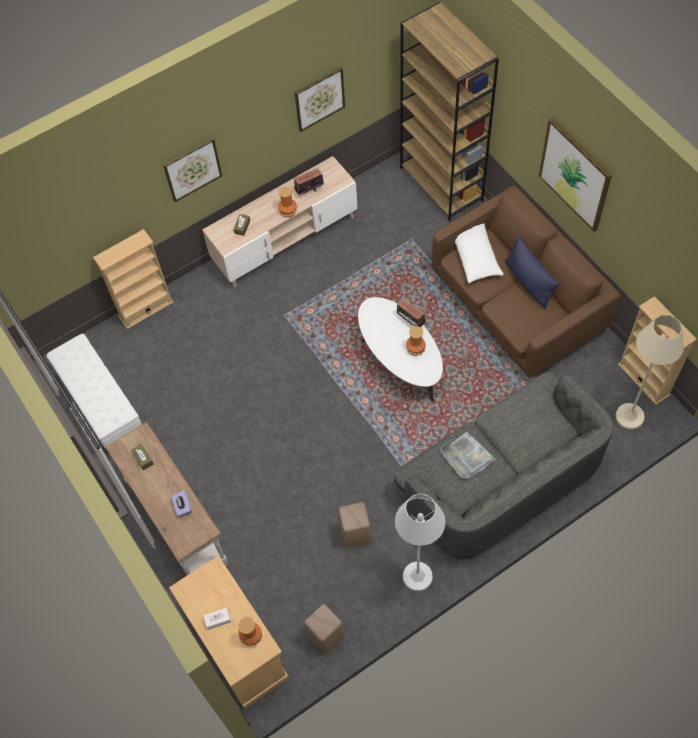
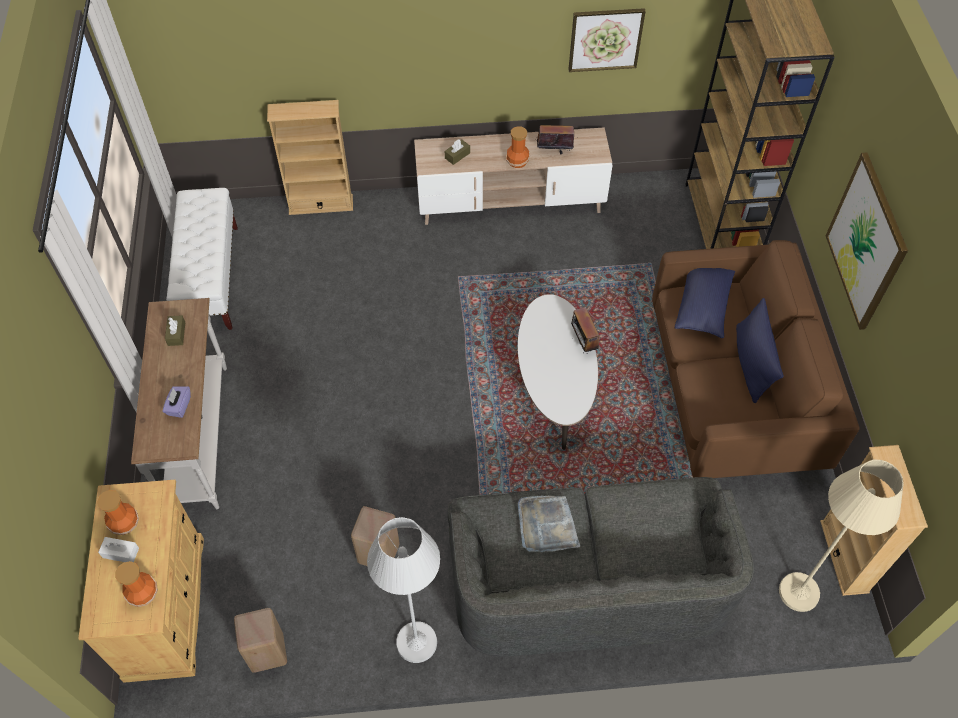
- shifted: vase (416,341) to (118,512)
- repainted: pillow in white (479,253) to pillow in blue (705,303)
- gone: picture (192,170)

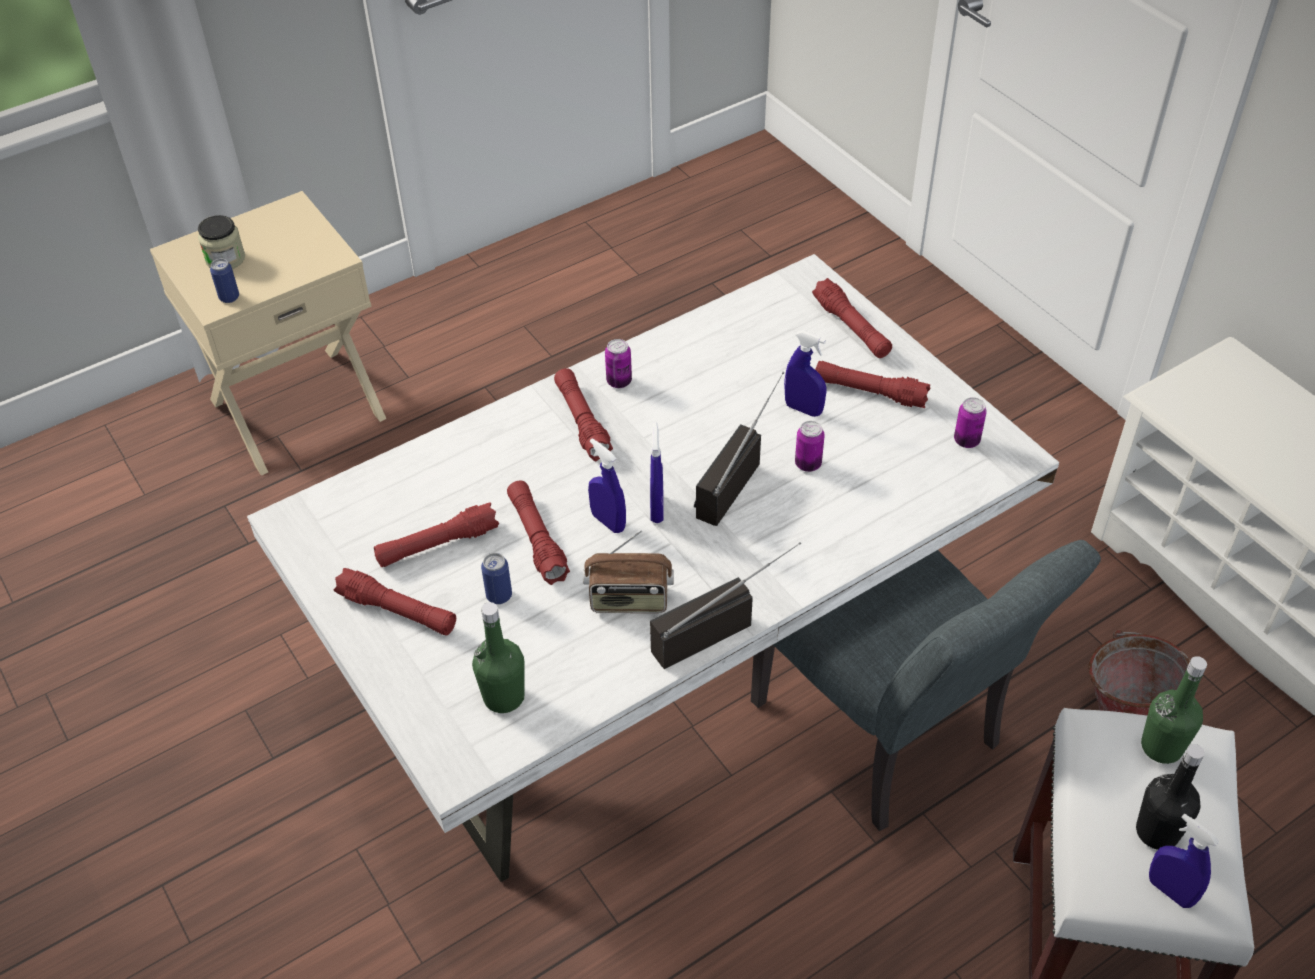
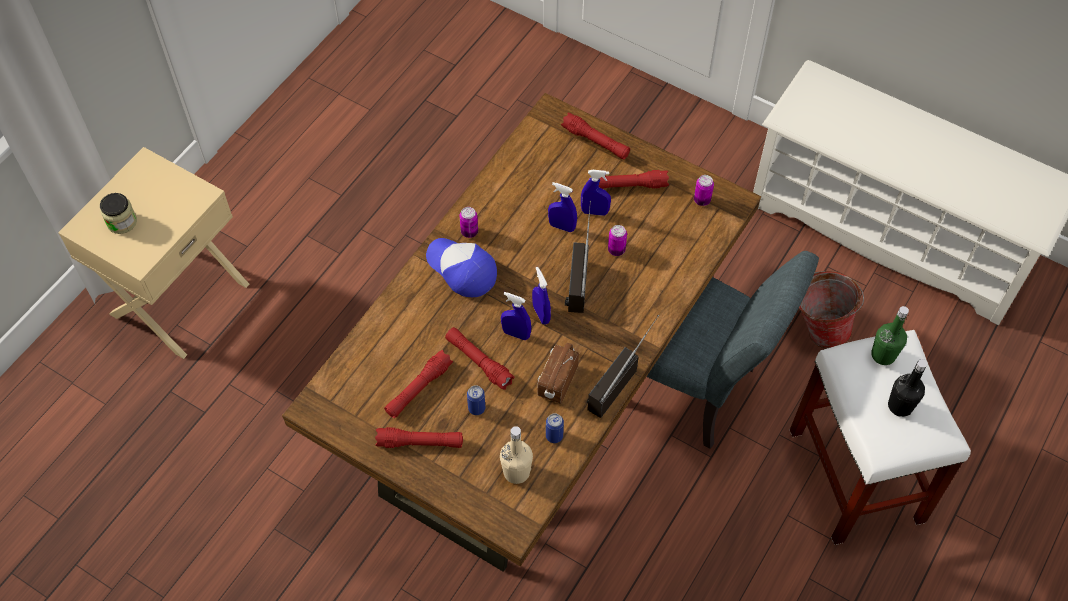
- repainted: dining table in white (653,568) to dining table in brown (521,332)
- swapped: flashlight in red (583,414) to cap (461,267)
- repainted: bottle in green (498,657) to bottle in beige (516,455)
- rotated: radio (628,571) = (558,373) 135 degrees clockwise
- shifted: can (224,281) to (555,428)
- shifted: spray bottle in blue (1184,860) to (562,207)

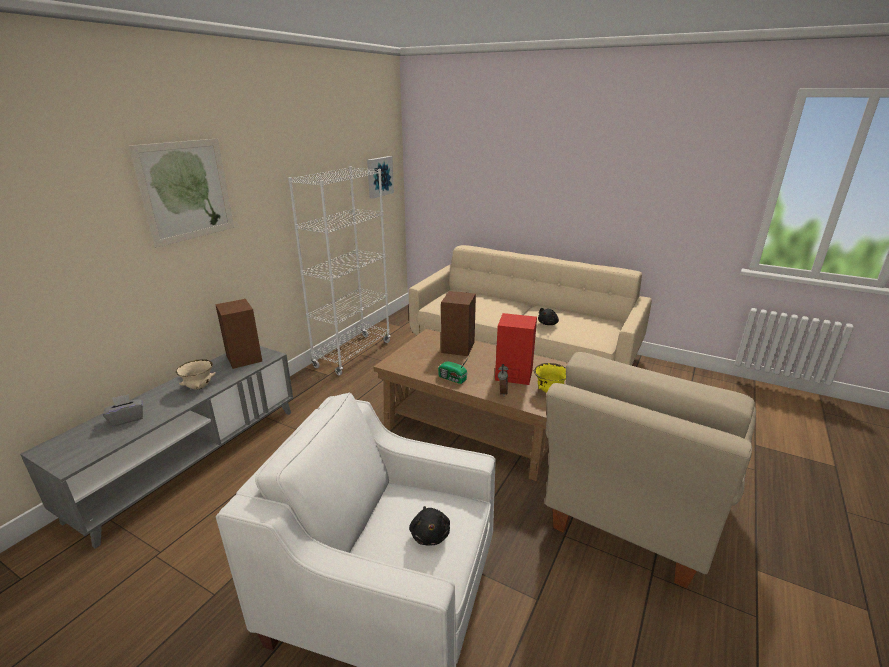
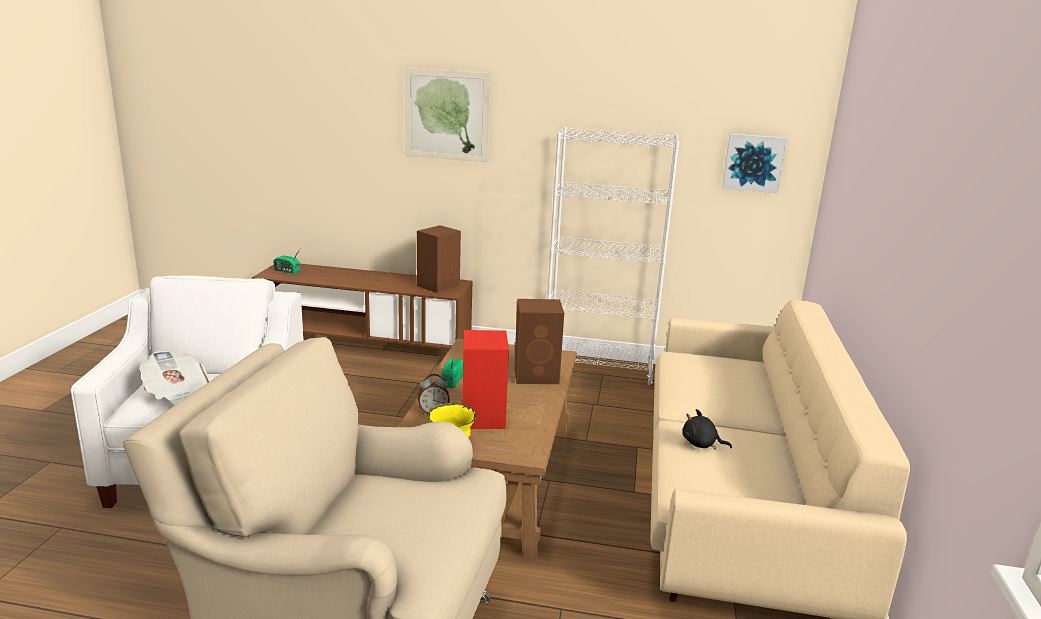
- swapped: plush toy in black (429,526) to newspaper (174,377)
- repainted: tv stand in grey (156,447) to tv stand in brown (362,308)
- new: radio (286,261)
- gone: tissue box in grey (123,410)
- gone: bowl in beige (196,374)

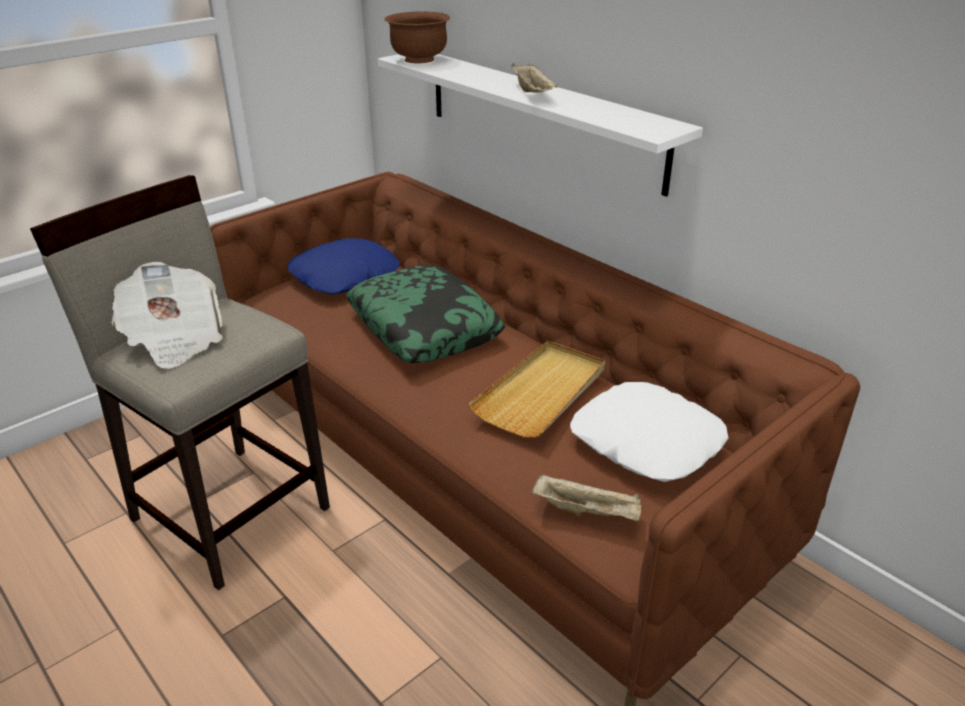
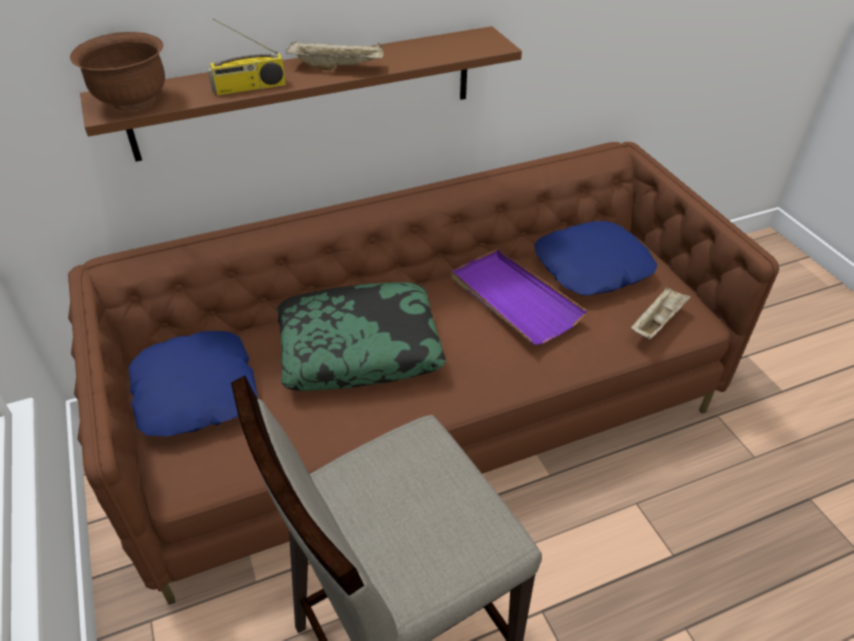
- repainted: shelf in white (540,125) to shelf in brown (301,94)
- new: radio (246,57)
- repainted: tray in beige (536,389) to tray in purple (519,297)
- repainted: pillow in white (649,432) to pillow in blue (595,258)
- gone: newspaper (167,315)

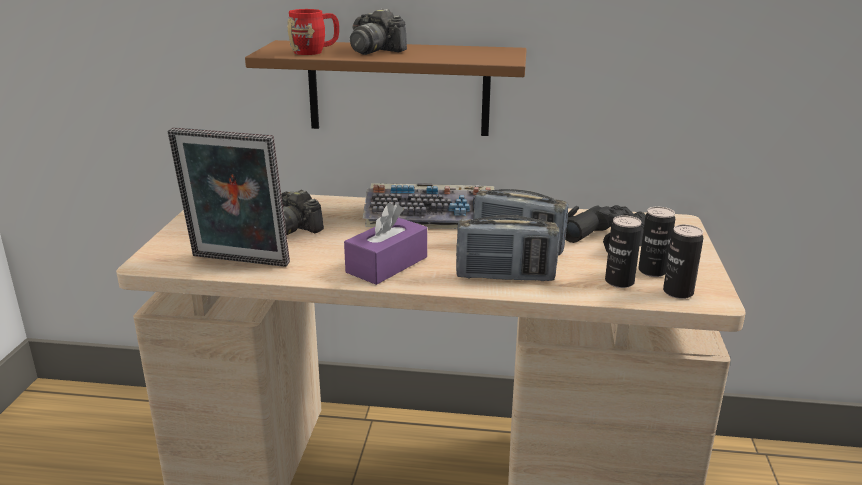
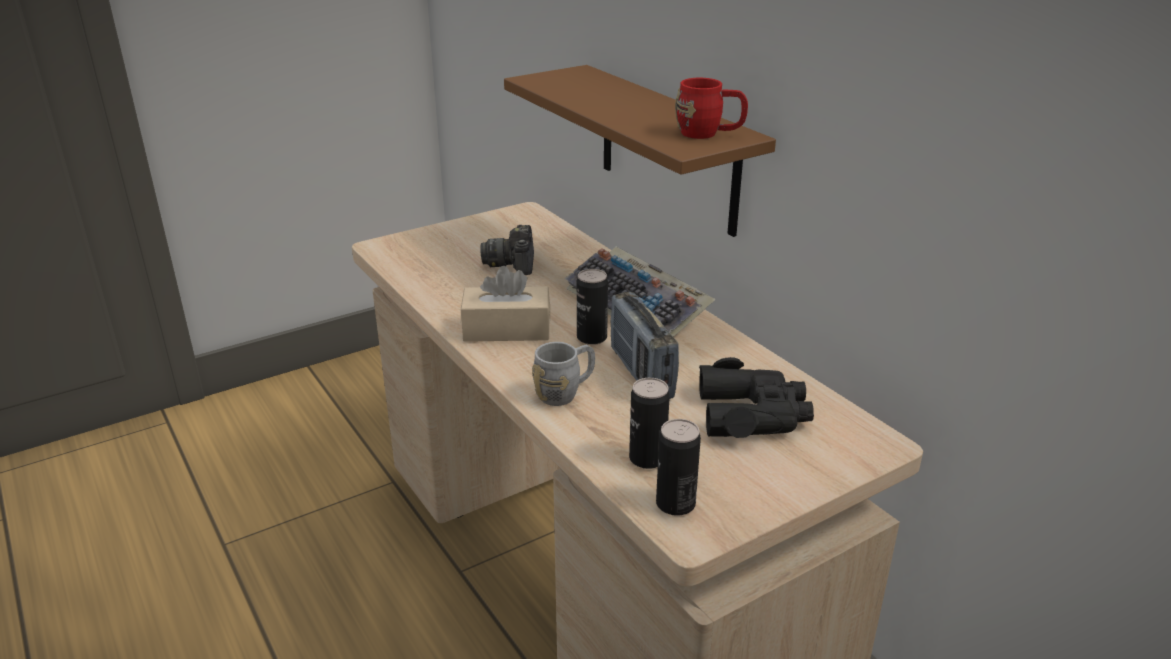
- repainted: tissue box in purple (385,244) to tissue box in beige (505,304)
- swapped: radio (508,248) to mug in grey (563,374)
- shifted: can (656,242) to (592,307)
- shifted: mug in red (313,32) to (711,108)
- gone: picture frame (228,197)
- gone: photo camera (378,31)

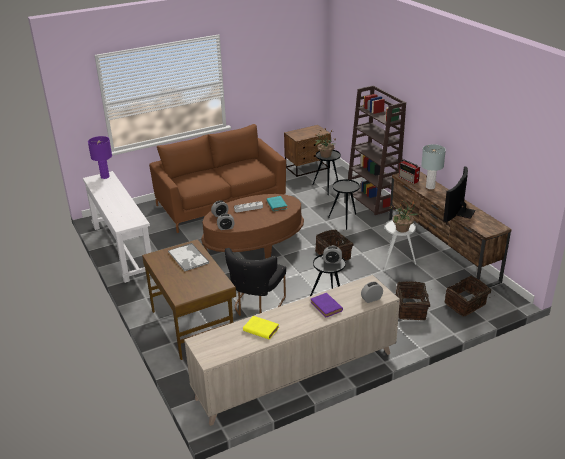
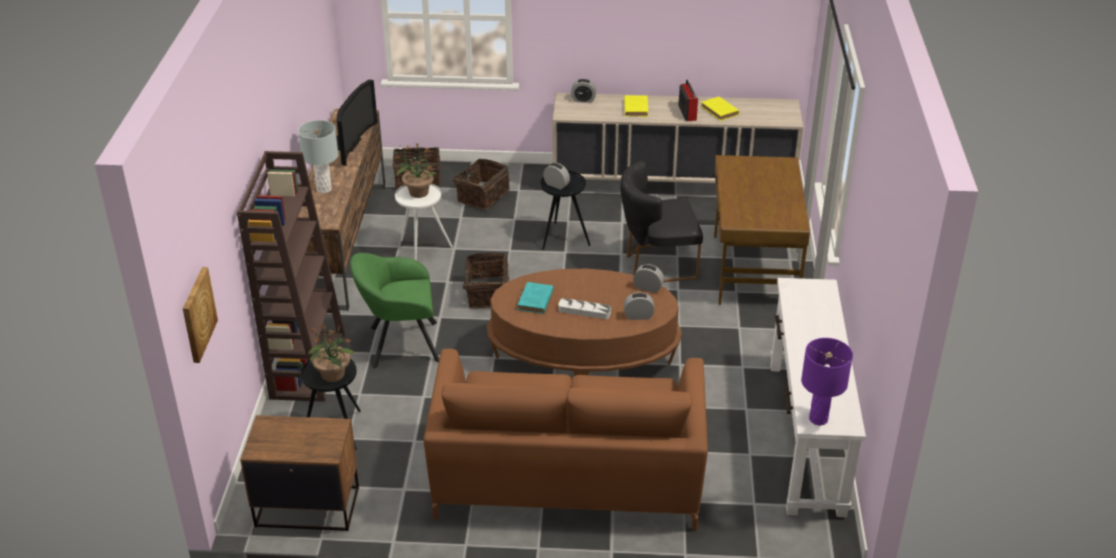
- new: picture (200,315)
- rotated: television (459,194) = (357,122) 45 degrees counterclockwise
- swapped: side table in black (344,204) to armchair in green (394,310)
- rotated: chair in black (255,282) = (661,221) 150 degrees counterclockwise
- repainted: book in purple (327,305) to book in yellow (636,106)
- shifted: radio (409,171) to (688,100)
- gone: tray (189,257)

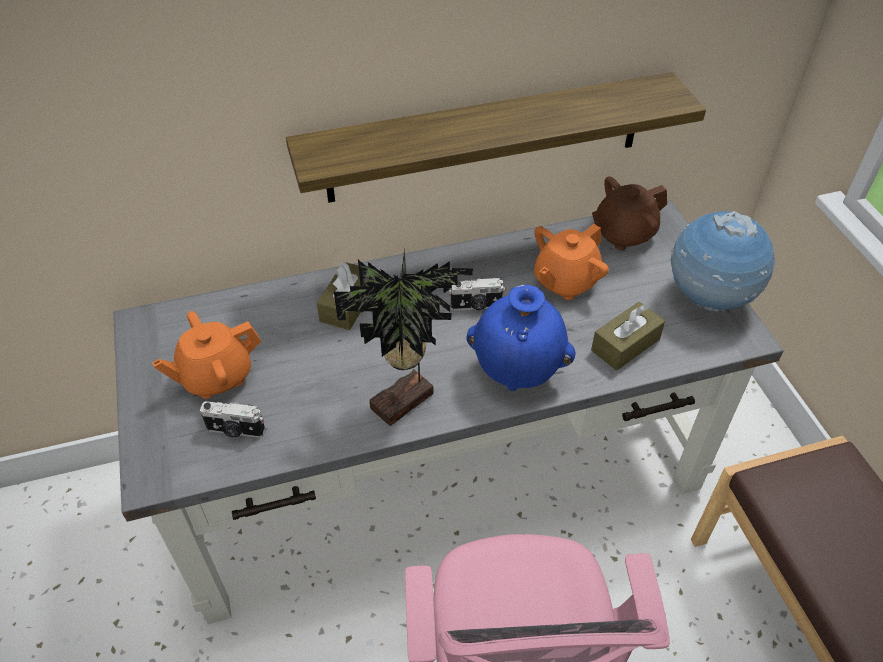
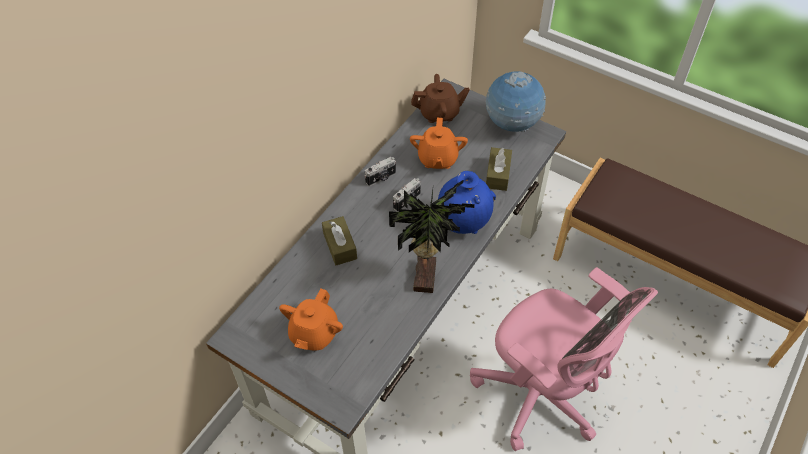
- shifted: photo camera (232,419) to (380,171)
- rotated: teapot in brown (629,213) = (440,98) 120 degrees counterclockwise
- gone: shelf (496,137)

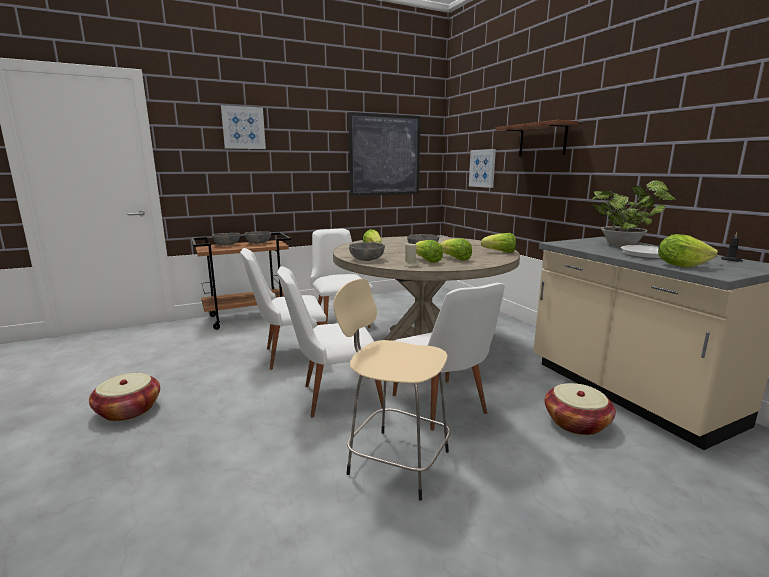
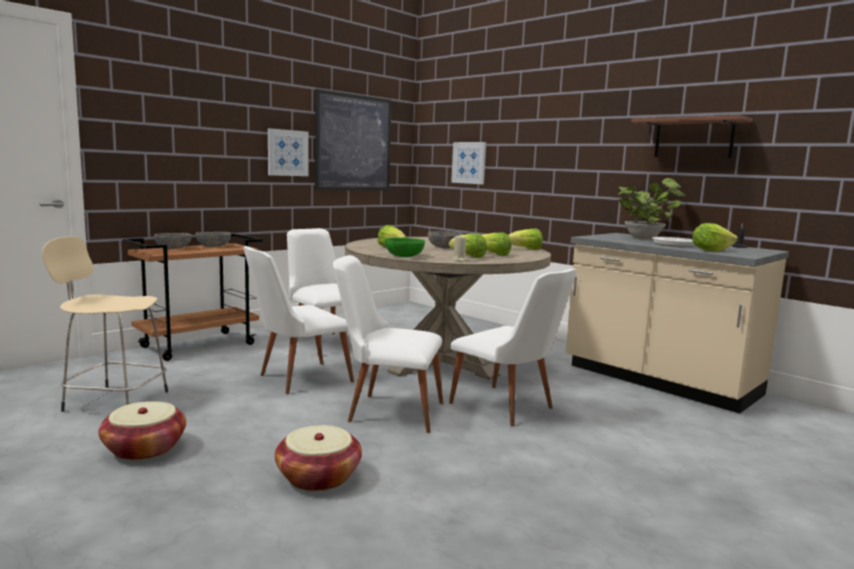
- shifted: stool in beige (392,390) to (105,324)
- shifted: picture (243,127) to (288,152)
- shifted: basket (580,409) to (318,458)
- rotated: chair in white (330,341) = (388,344) 45 degrees clockwise
- repainted: bowl in grey (367,251) to bowl in green (404,247)
- shifted: shelf in brown (536,138) to (691,136)

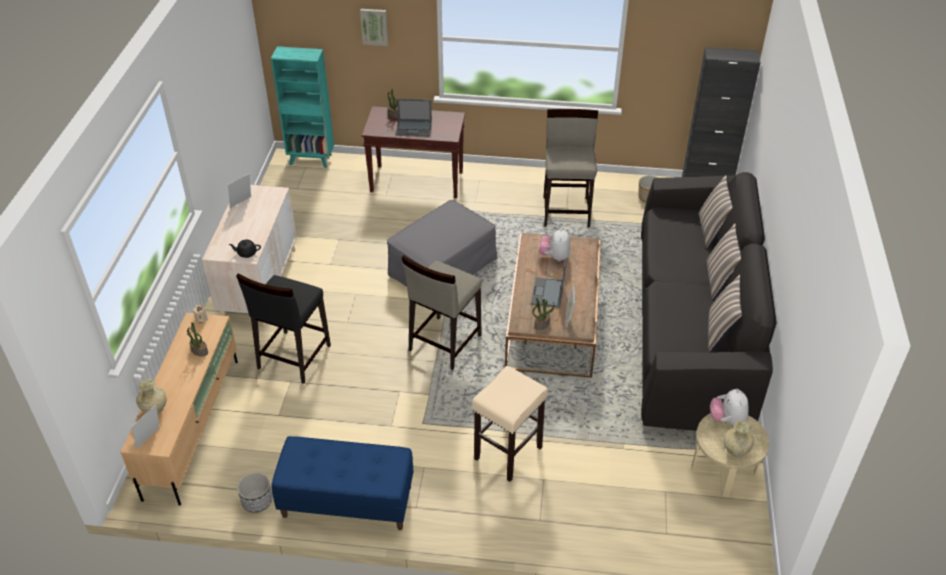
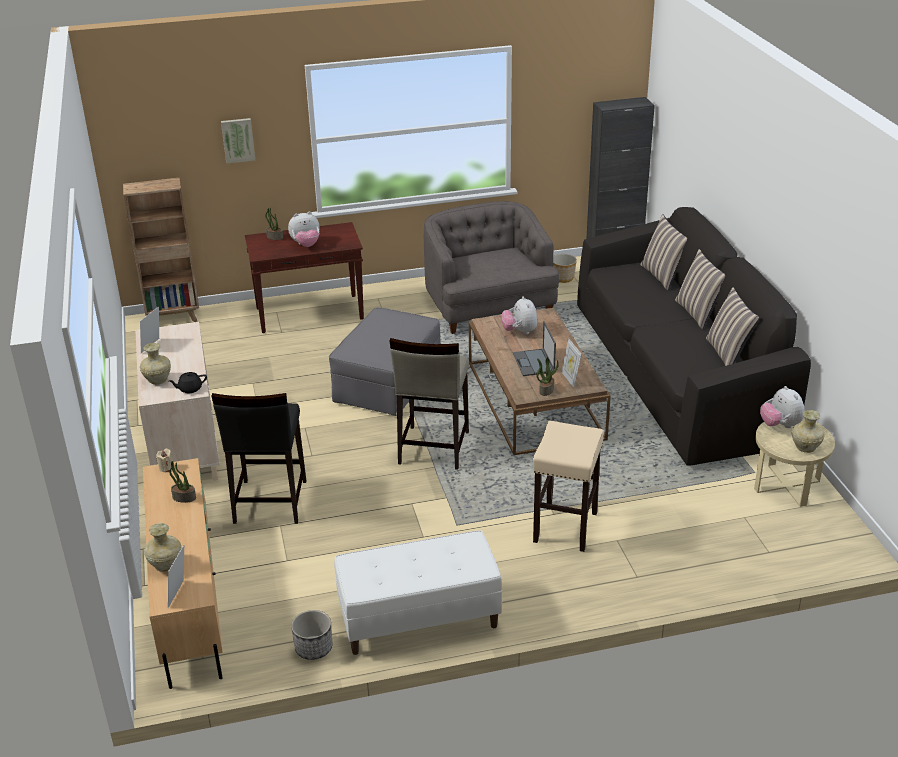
- repainted: bookcase in turquoise (302,107) to bookcase in brown (161,250)
- new: vase in beige (155,364)
- swapped: laptop (414,117) to plush toy (303,229)
- repainted: bench in blue (342,483) to bench in white (418,592)
- swapped: stool in beige (570,168) to armchair in grey (491,267)

